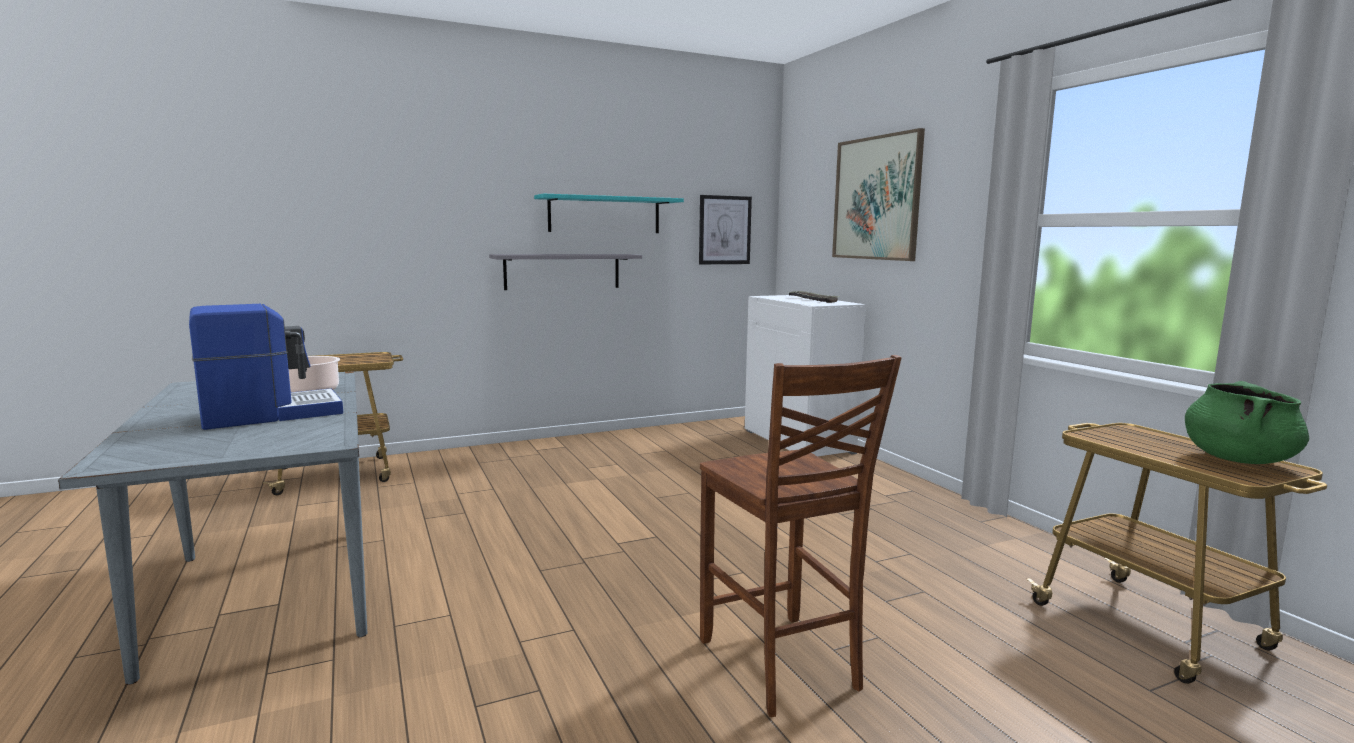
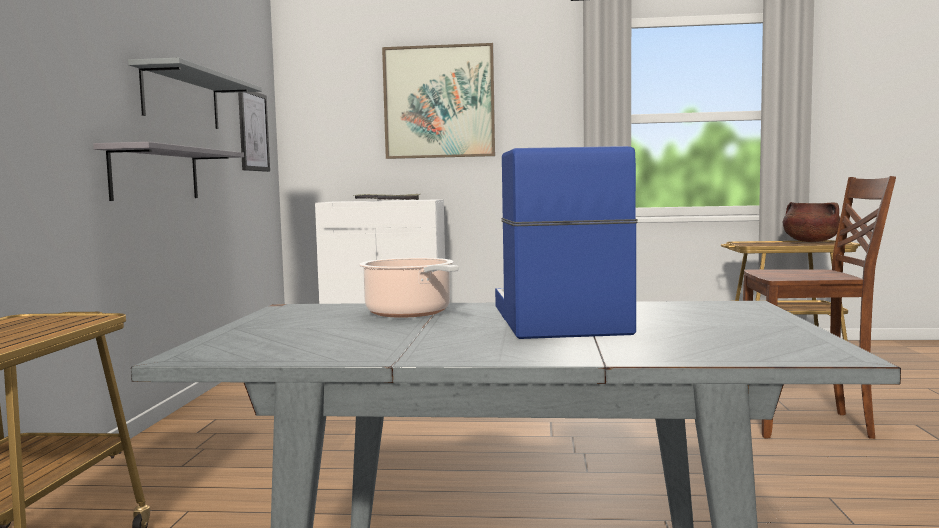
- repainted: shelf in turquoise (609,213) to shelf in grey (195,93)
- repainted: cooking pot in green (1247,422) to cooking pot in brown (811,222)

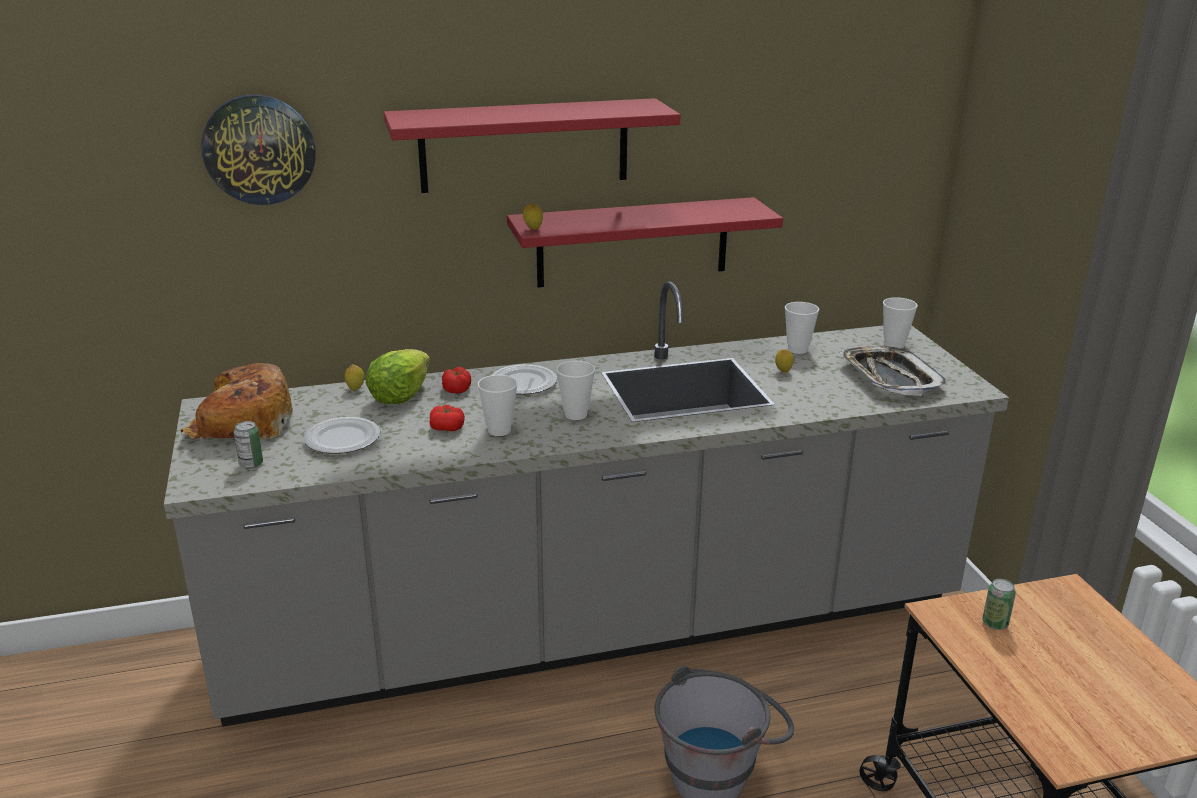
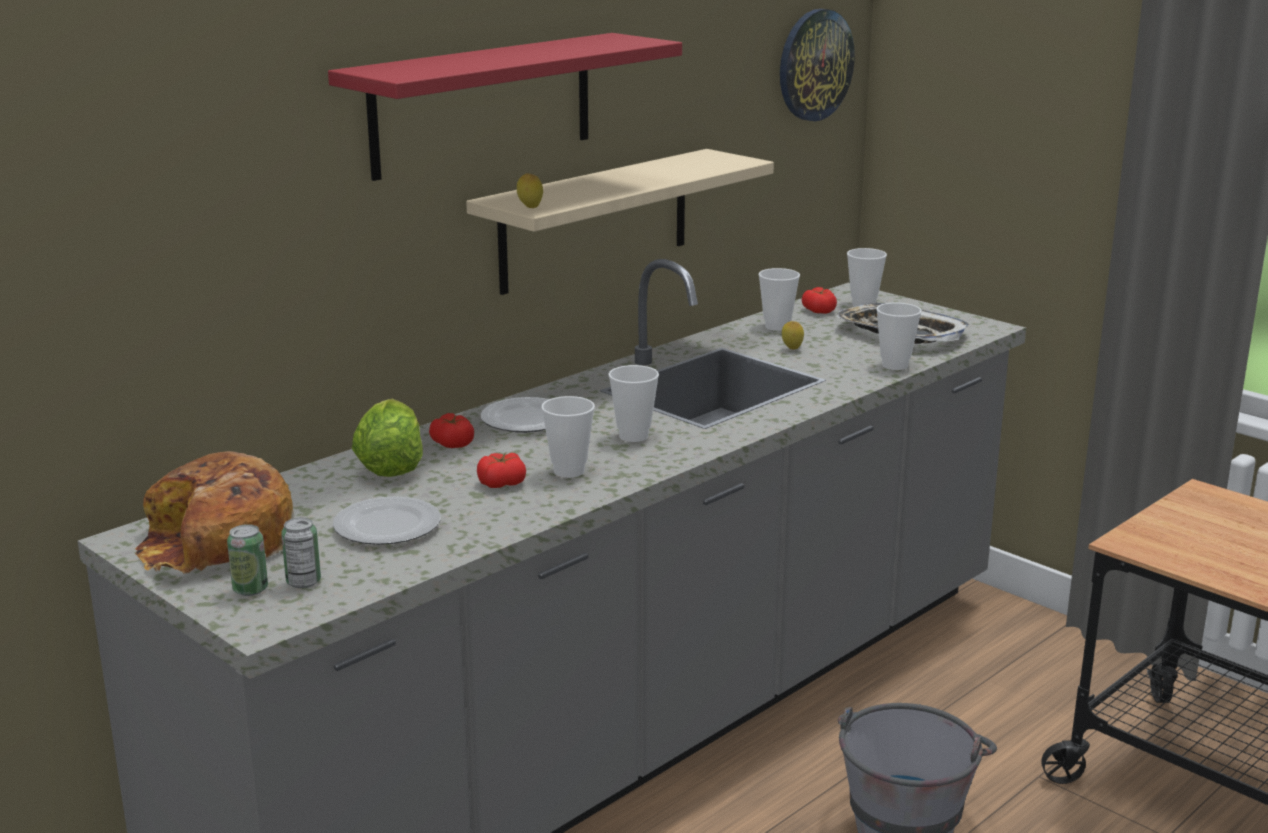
- shifted: can (999,604) to (247,560)
- repainted: shelf in red (645,242) to shelf in beige (620,222)
- shifted: wall clock (258,149) to (817,65)
- new: tomato (819,300)
- new: cup (899,336)
- gone: lemon (354,377)

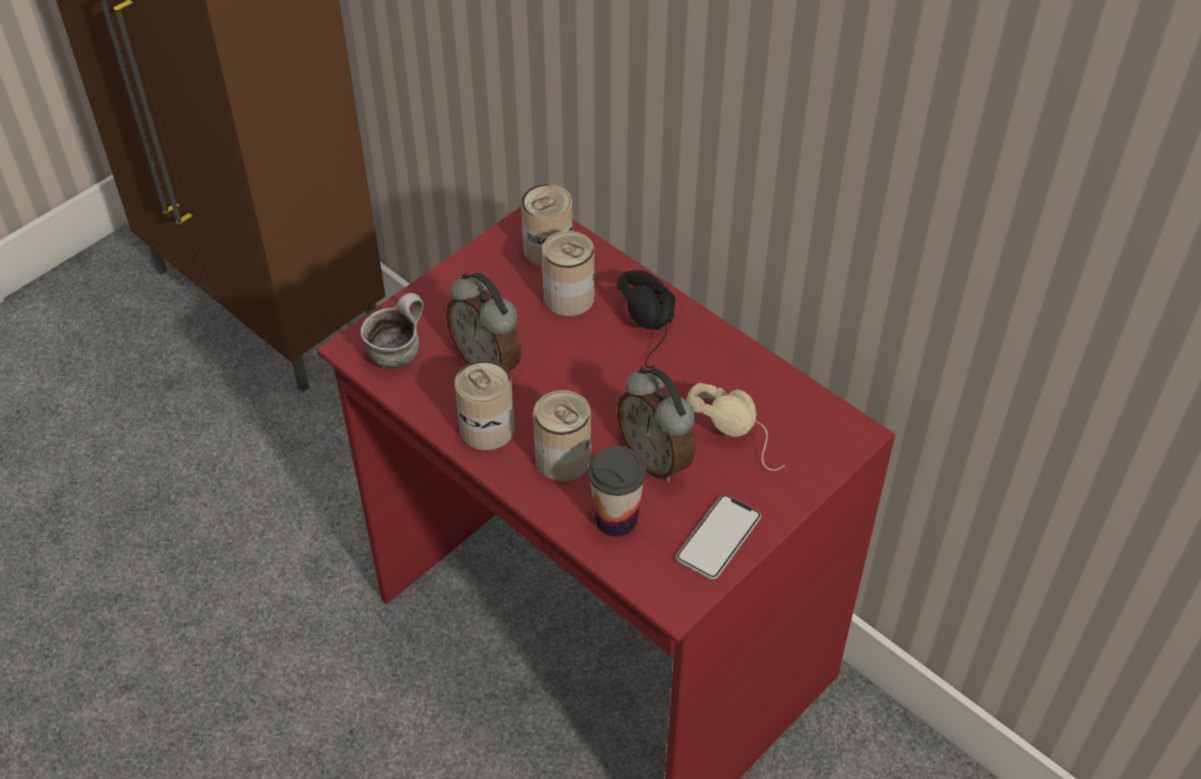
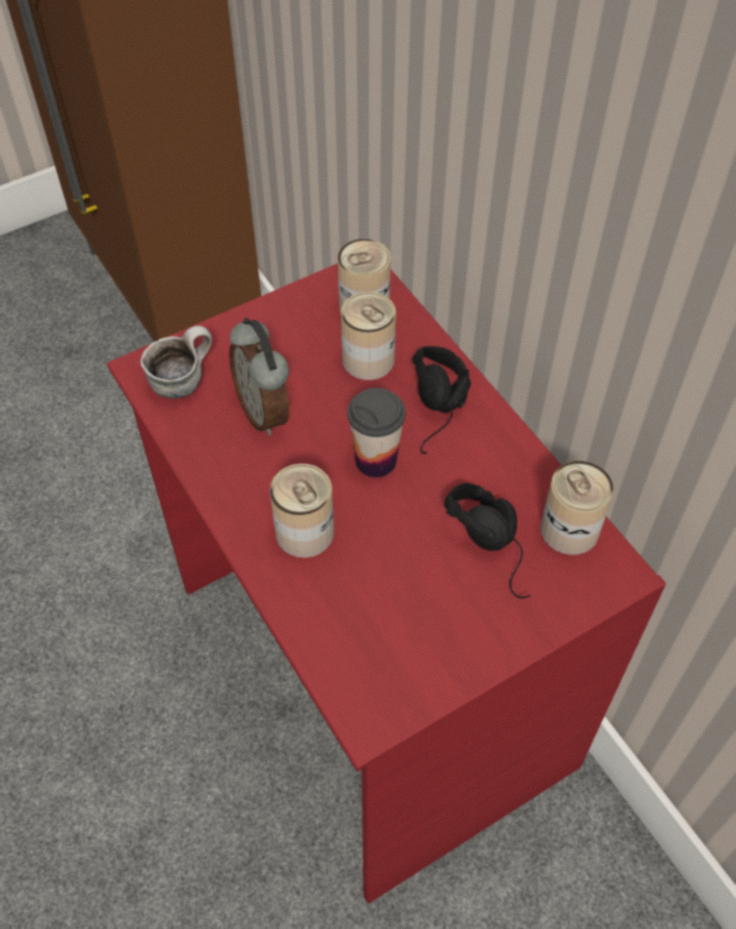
- shifted: cup (617,491) to (376,433)
- repainted: headphones in beige (736,427) to headphones in black (487,540)
- shifted: can (485,405) to (577,508)
- gone: alarm clock (656,424)
- gone: phone (718,537)

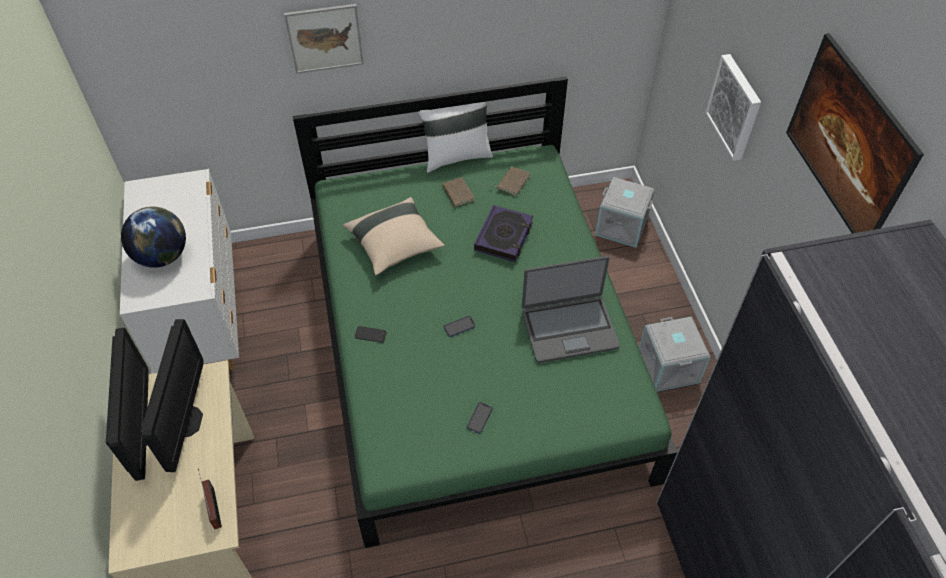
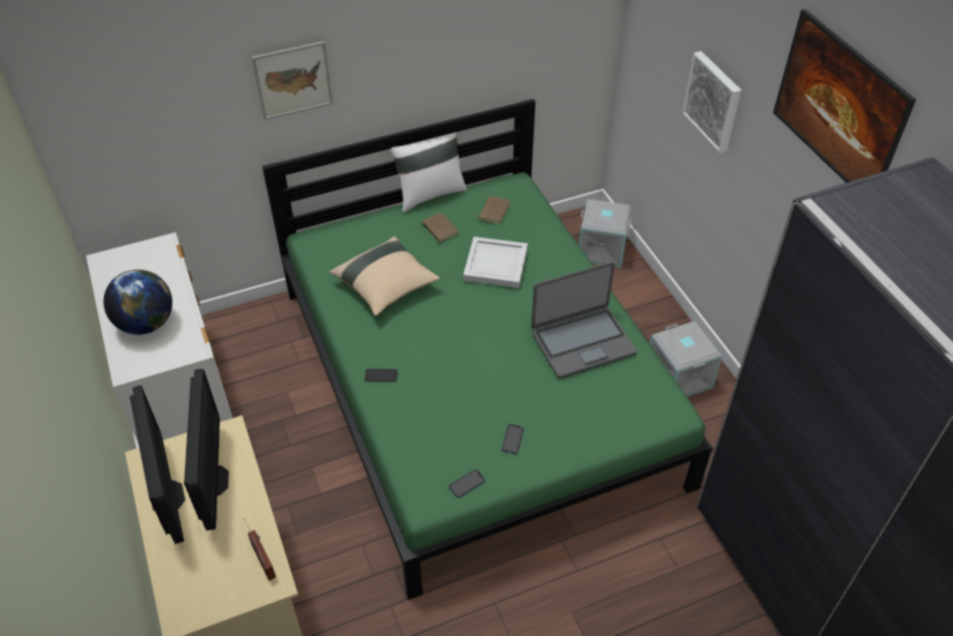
- shifted: phone (460,326) to (467,483)
- swapped: book (503,233) to tray in white (495,262)

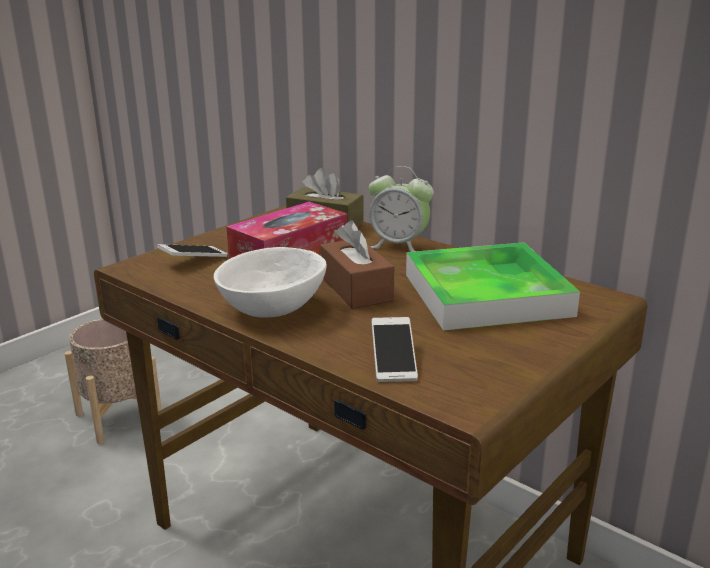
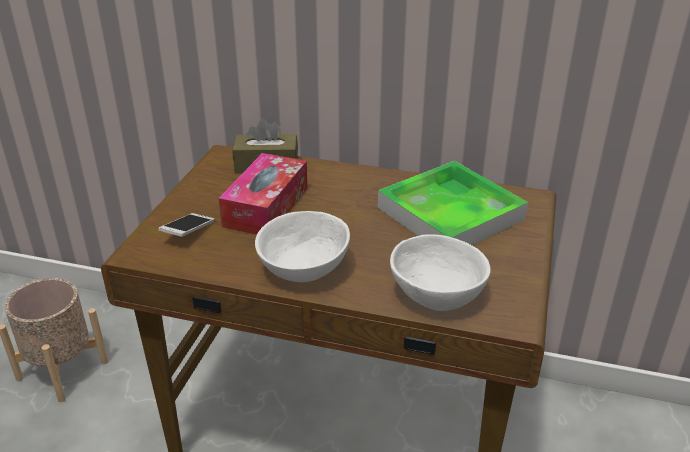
- swapped: phone (395,349) to bowl in white (440,272)
- gone: tissue box in brown (357,264)
- gone: alarm clock (401,209)

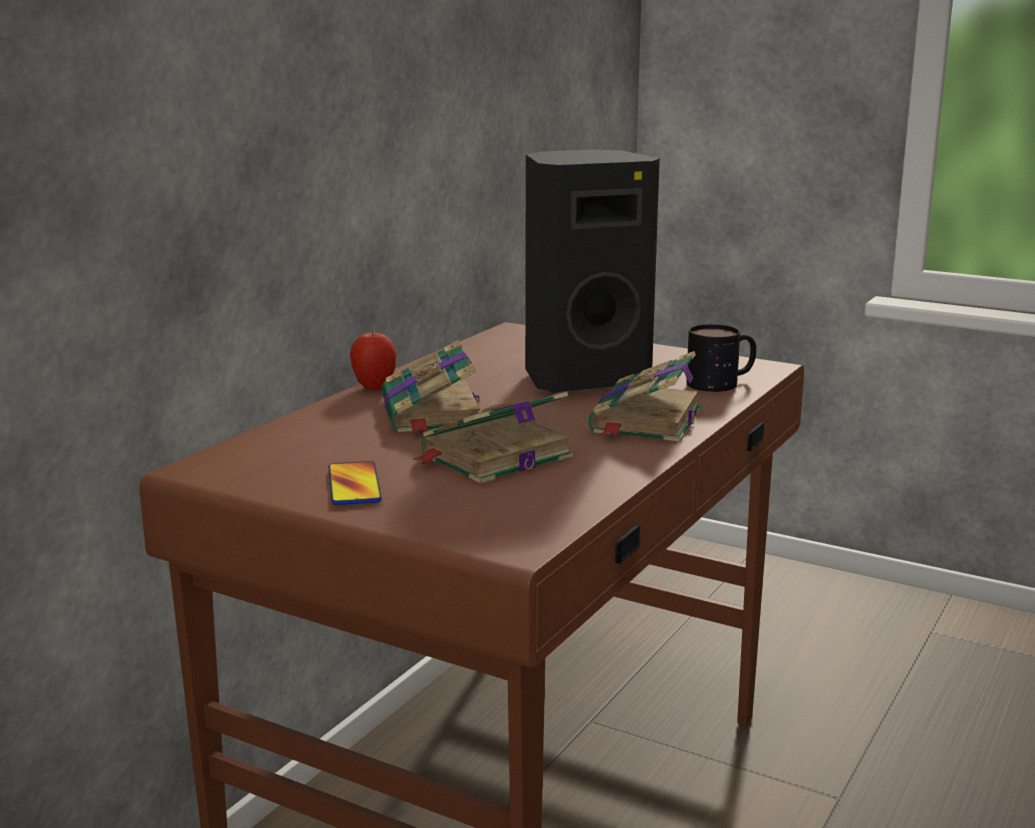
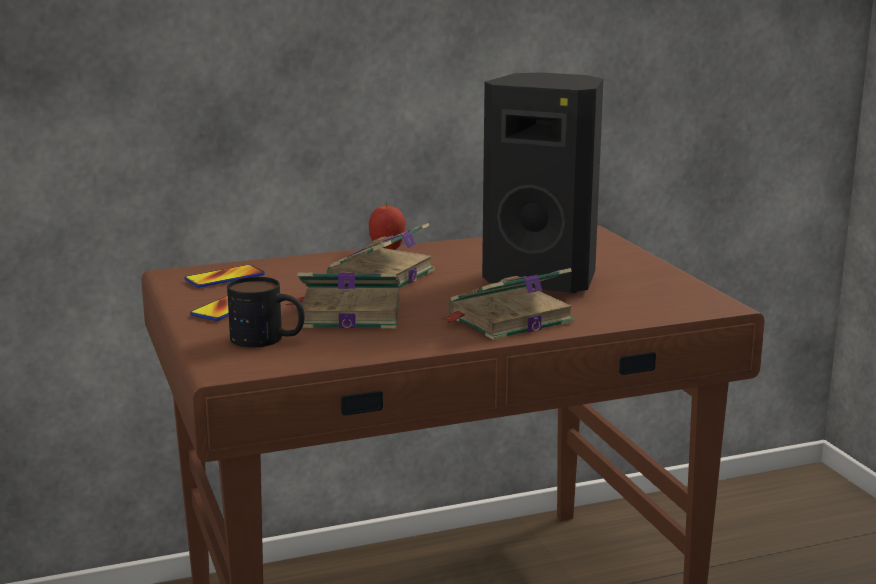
- new: phone (225,276)
- shifted: mug (721,358) to (265,312)

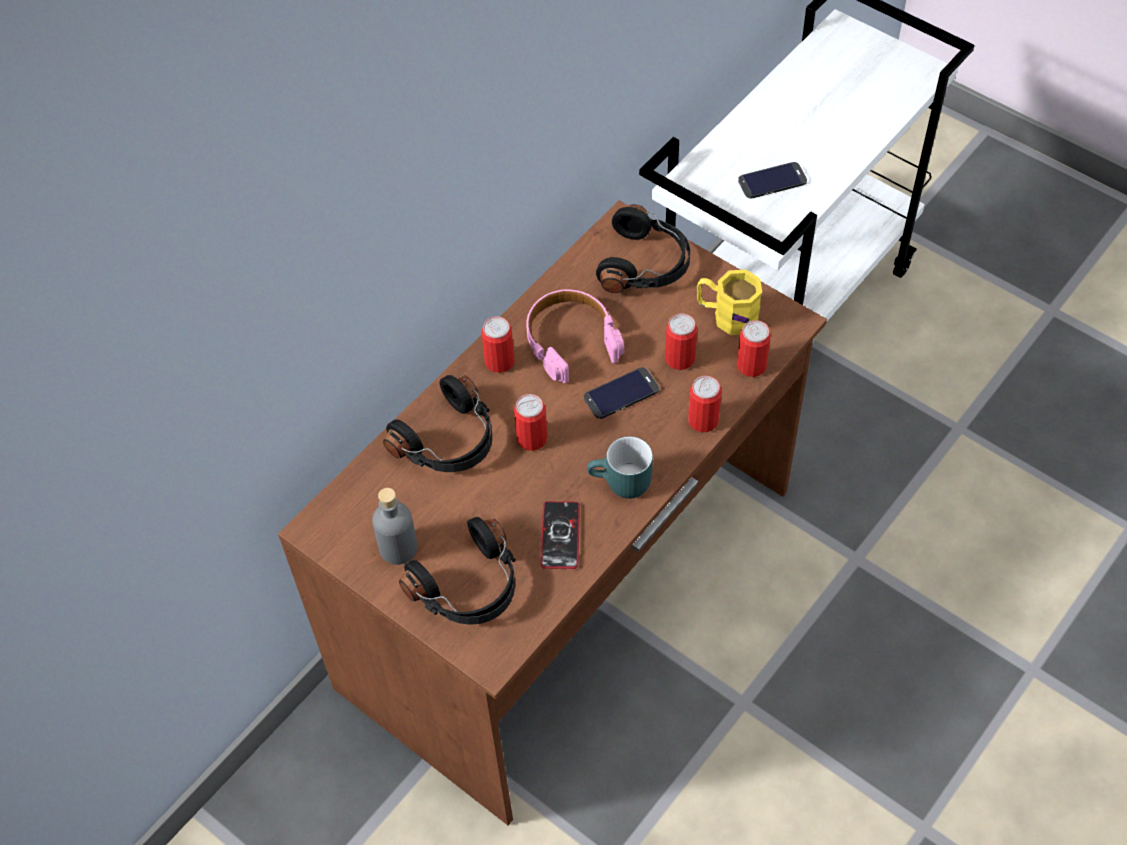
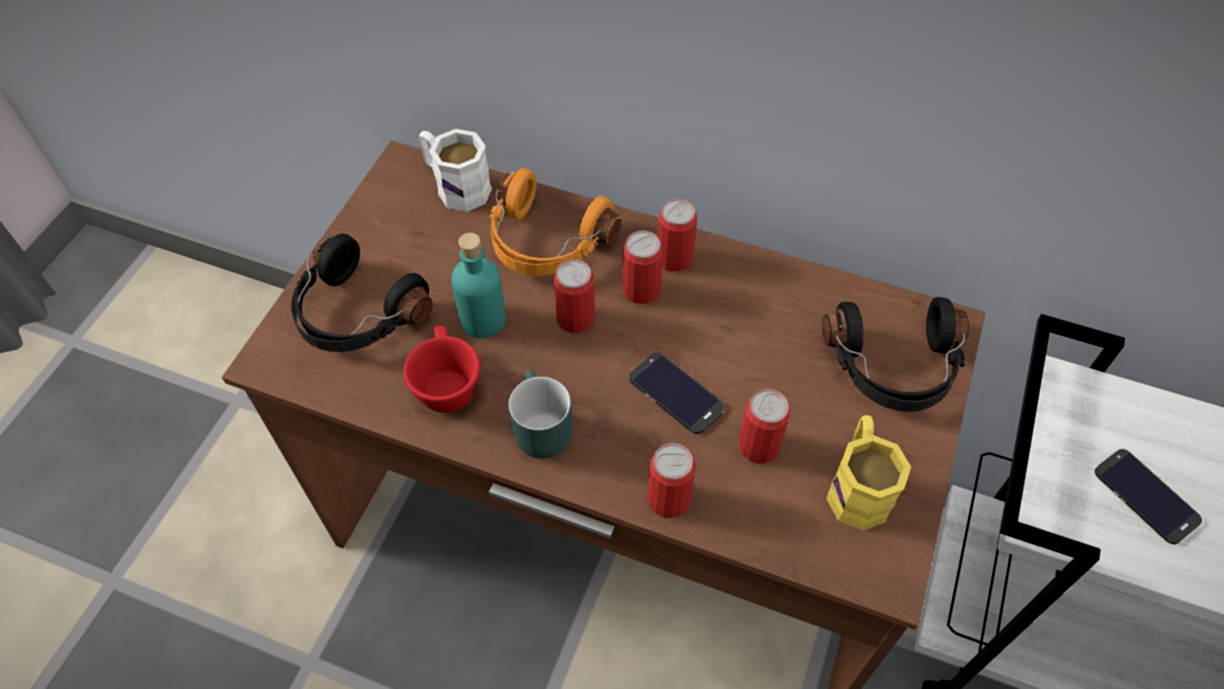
- swapped: phone (560,535) to cup in red (442,369)
- new: mug in white (455,170)
- new: bottle in turquoise (478,285)
- repainted: headphones in black (437,423) to headphones in orange (554,222)
- shifted: can (754,348) to (643,267)
- gone: bottle in grey (394,526)
- gone: headphones in pink (575,336)

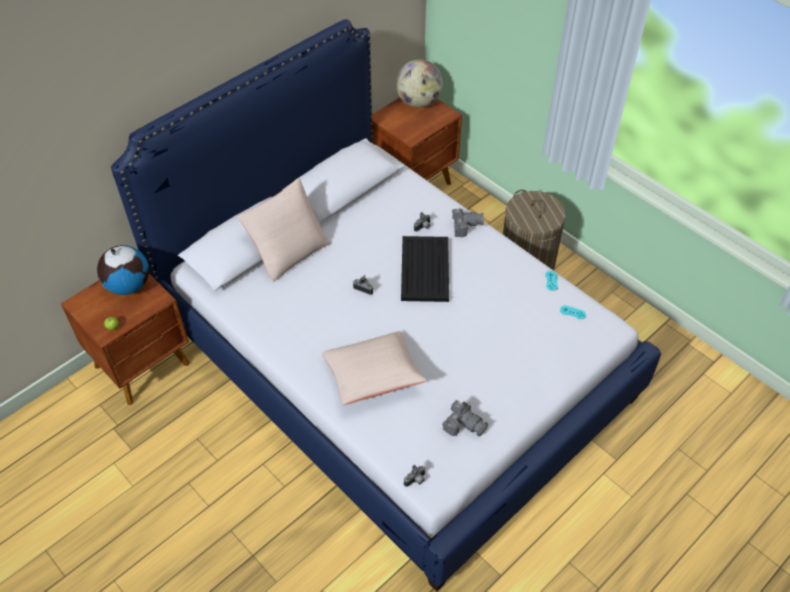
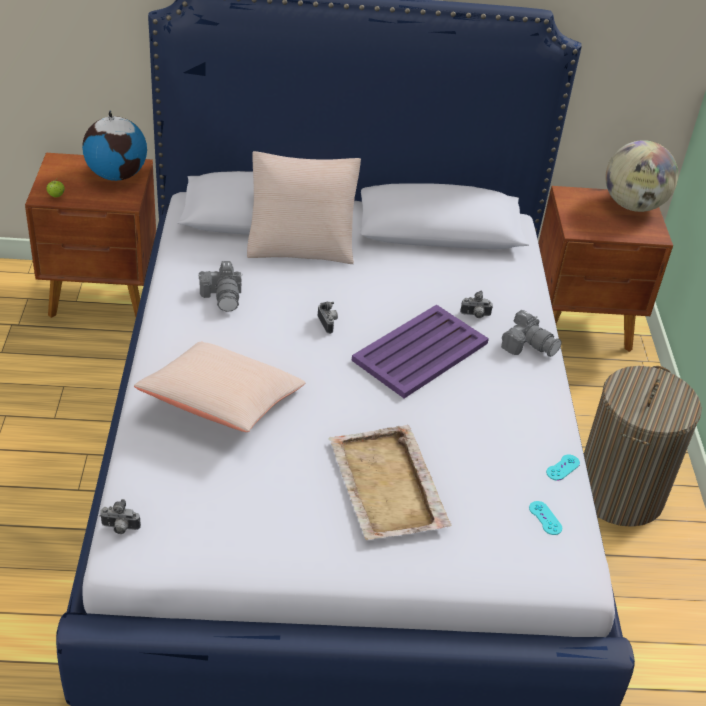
- shifted: photo camera (465,418) to (221,286)
- new: tray in beige (390,482)
- repainted: tray in black (425,269) to tray in purple (420,351)

